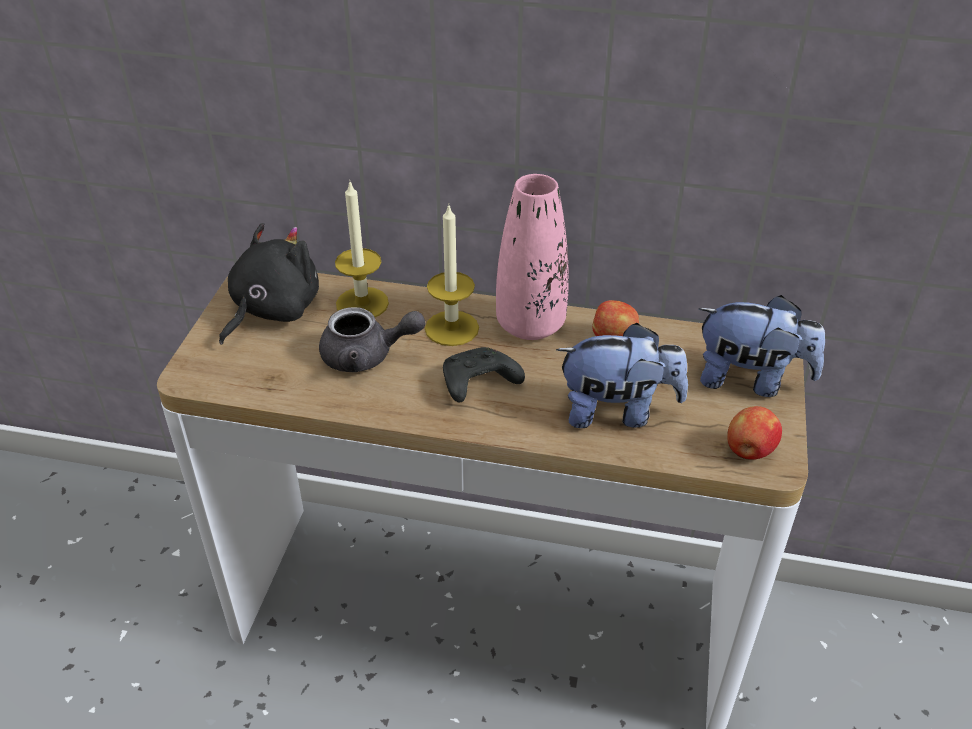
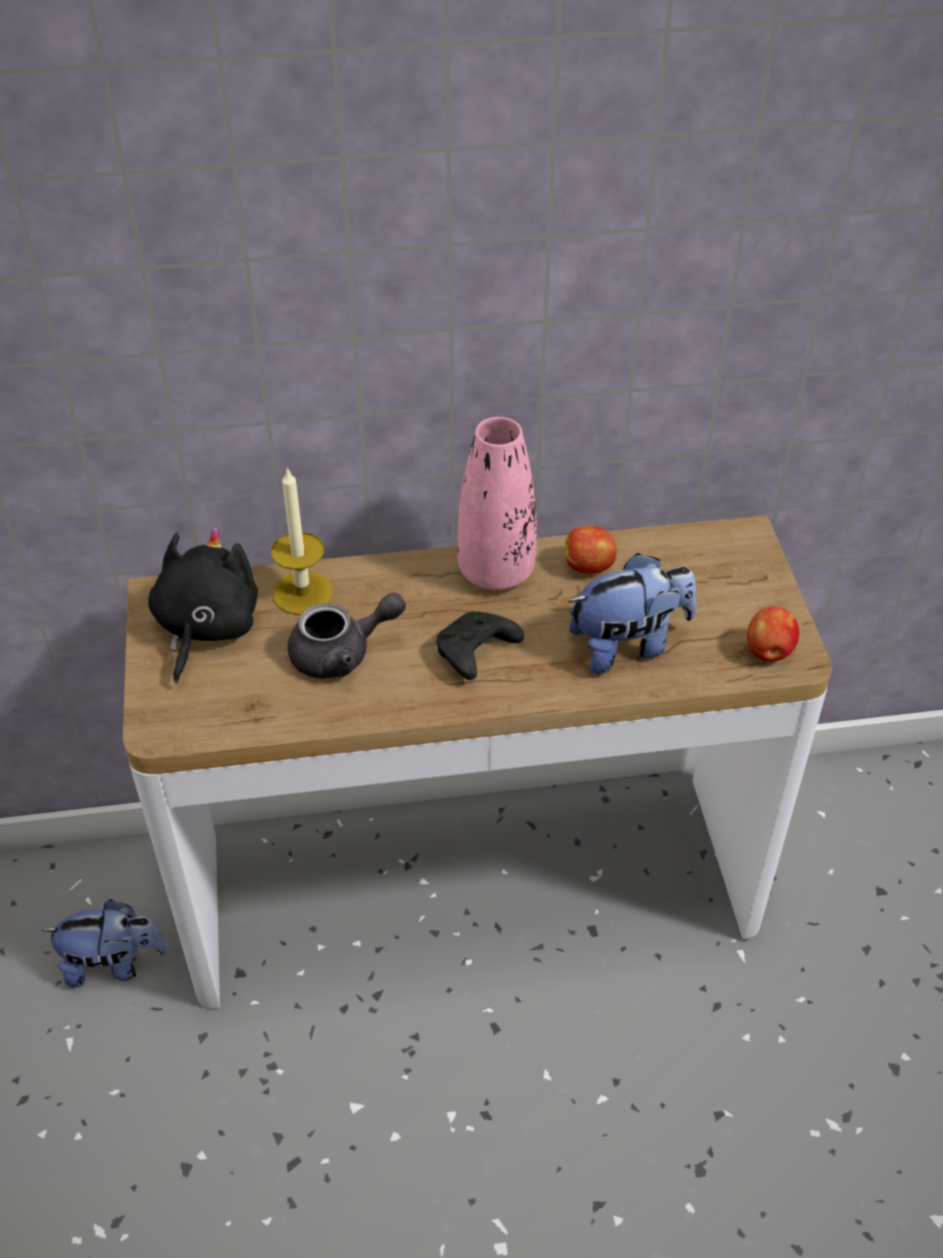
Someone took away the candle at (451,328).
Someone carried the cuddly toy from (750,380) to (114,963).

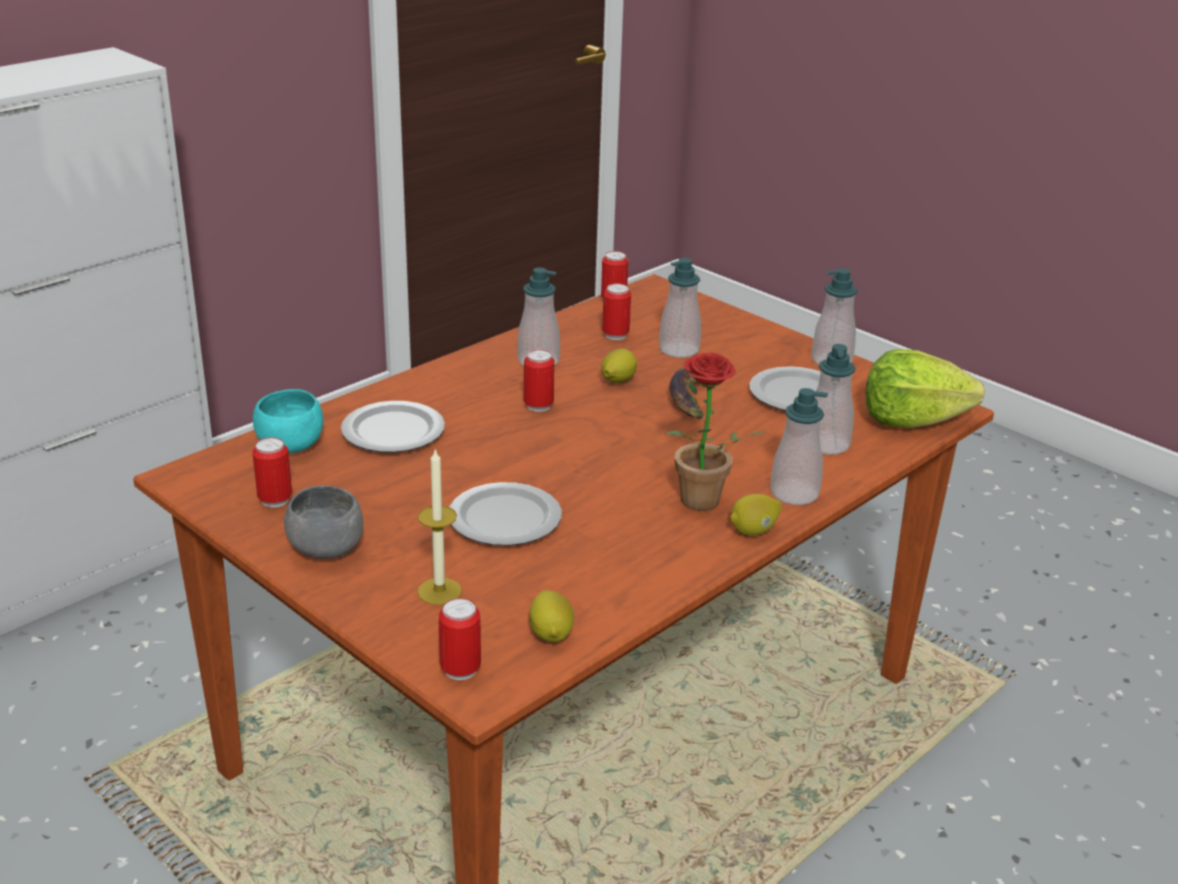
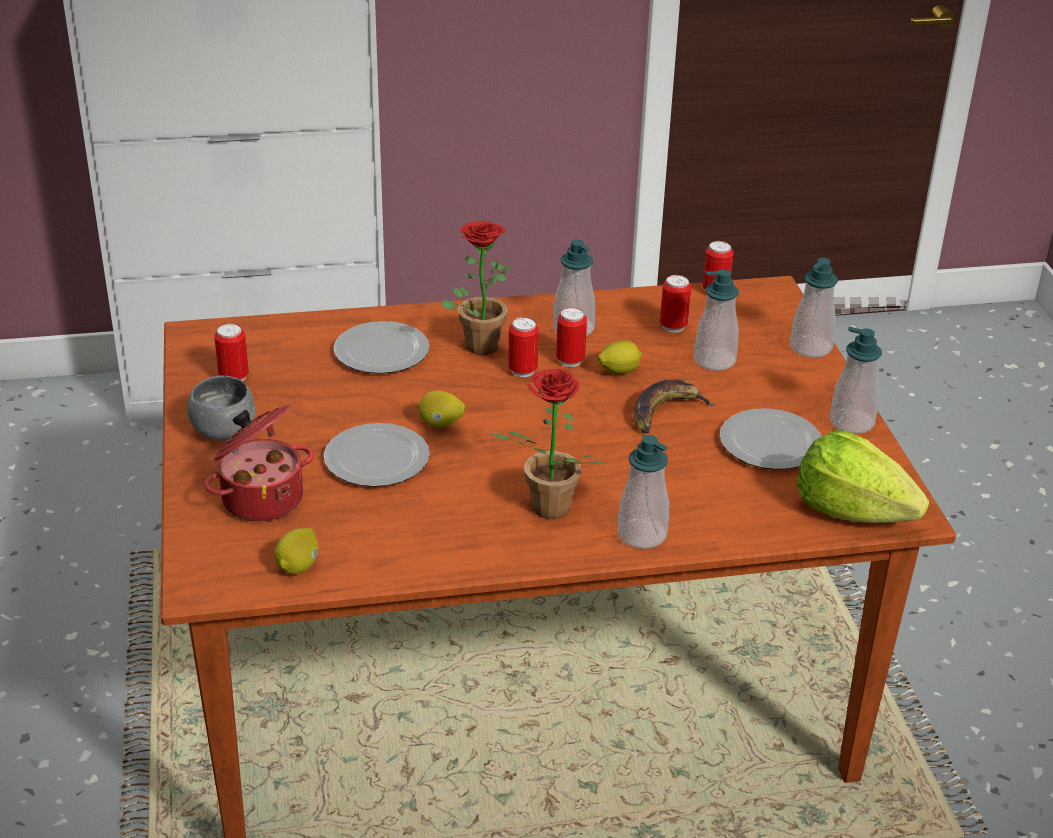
Someone took away the deep dish/turquoise-coloured at (290,445).
Someone put down the potted plant at (479,342).
Someone carried the metal can from (460,670) to (570,360).
Someone carried the lemon from (754,531) to (440,424).
Someone carried the soap dispenser from (826,444) to (810,348).
Someone swapped the candle at (439,591) for the saucepot at (261,498).

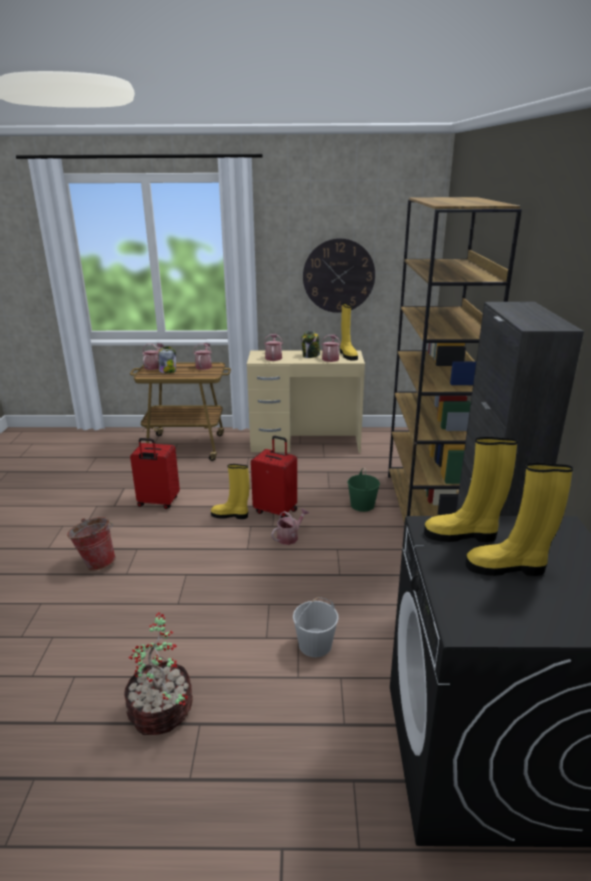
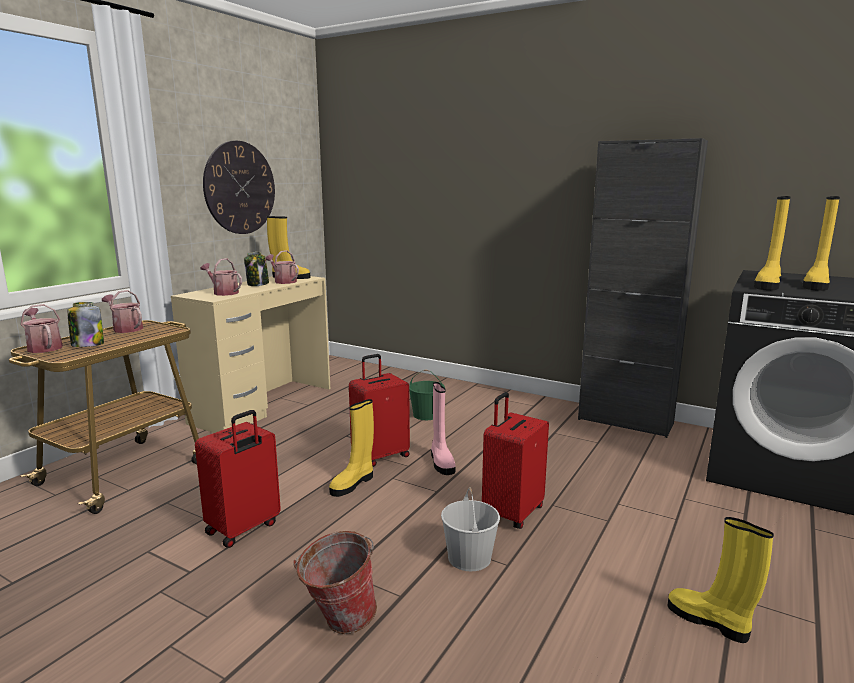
Someone took away the bookcase/brown-coloured at (426,505).
Someone put down the piece of luggage/red at (511,513).
Someone carried the pail/whitish from (315,644) to (469,557).
Someone swapped the potted plant at (162,712) for the high-top boot/yellow-coloured at (710,621).
Someone swapped the sprinkling can at (290,537) for the high-top boot/pink-coloured at (441,462).

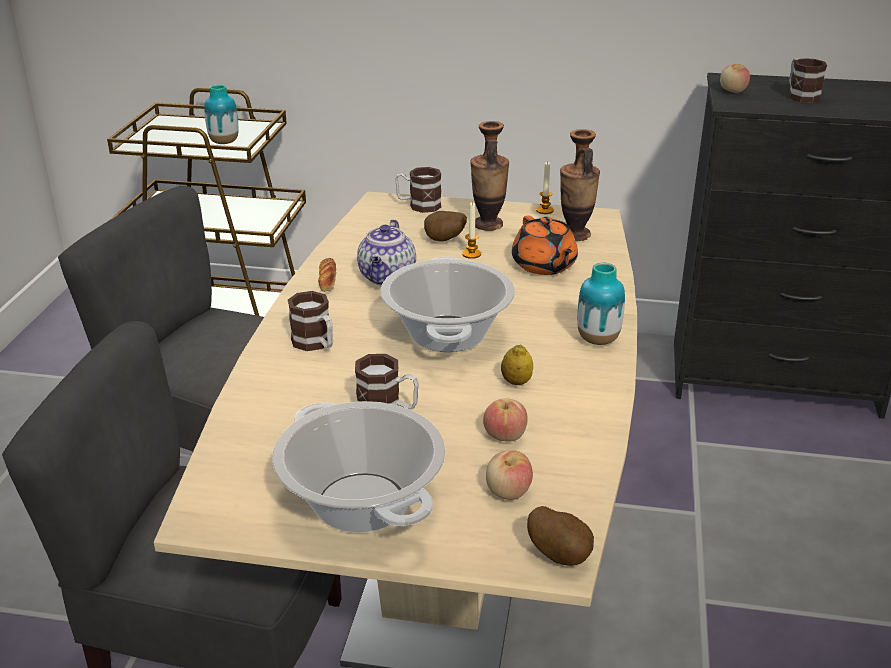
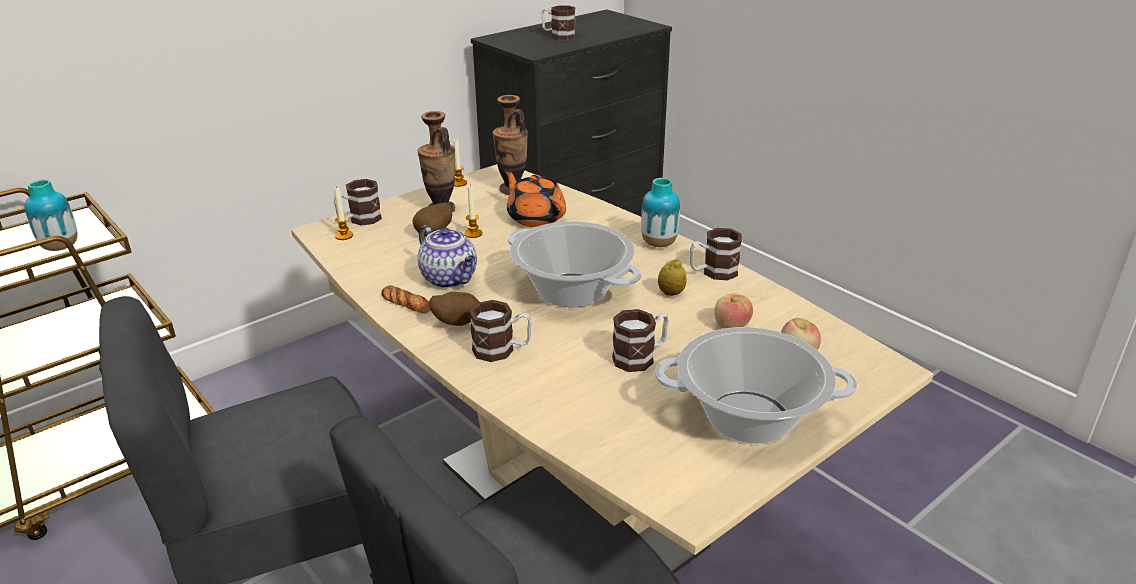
Someone took away the apple at (732,91).
Someone put down the candle at (344,236).
Someone put down the tea mug at (713,272).
Someone carried the whole potato from (560,555) to (456,323).
Someone rotated the tea pot/orange-coloured at (544,266) by 150 degrees counterclockwise.

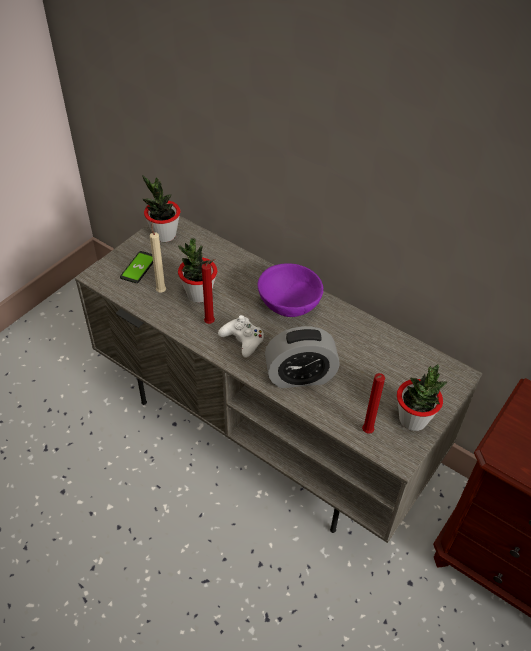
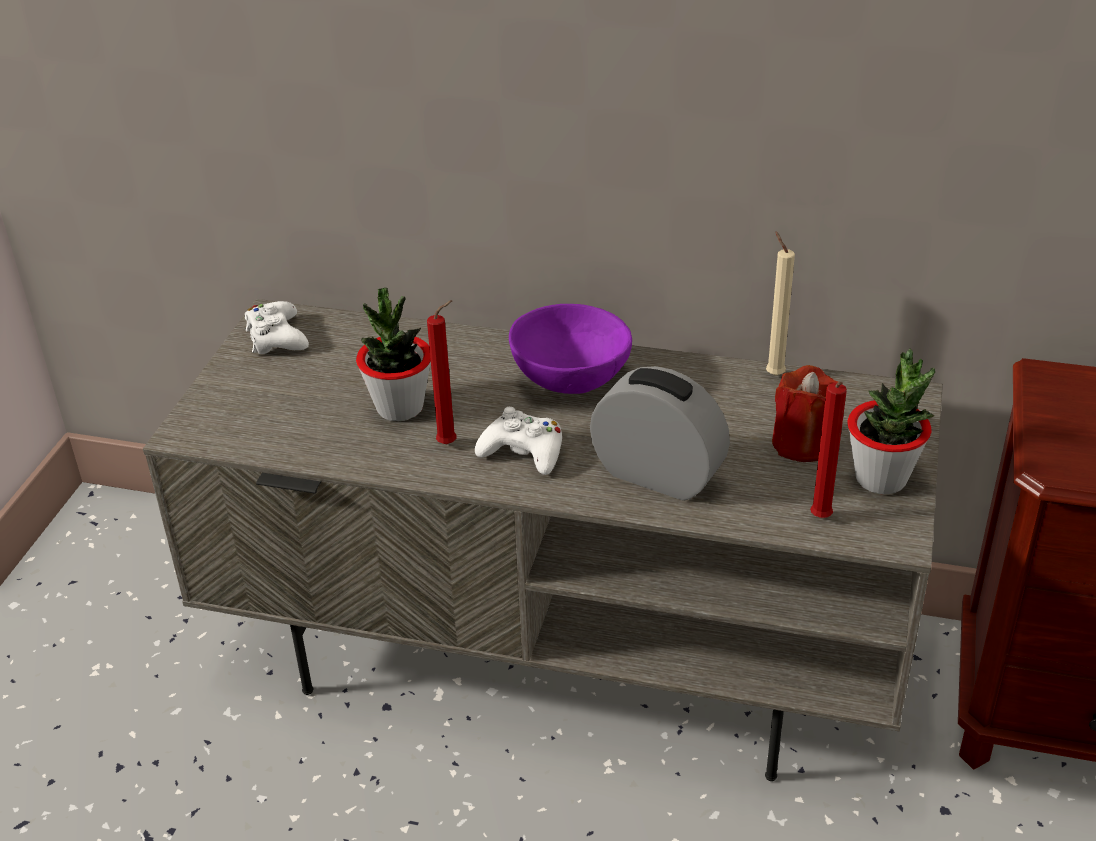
Someone took away the phone at (138,267).
Someone put down the candle/red at (802,444).
Someone carried the candle/beige from (161,290) to (773,374).
Someone swapped the potted plant at (164,235) for the joypad/whitish at (276,338).
Someone rotated the bedside clock at (300,376) by 120 degrees counterclockwise.

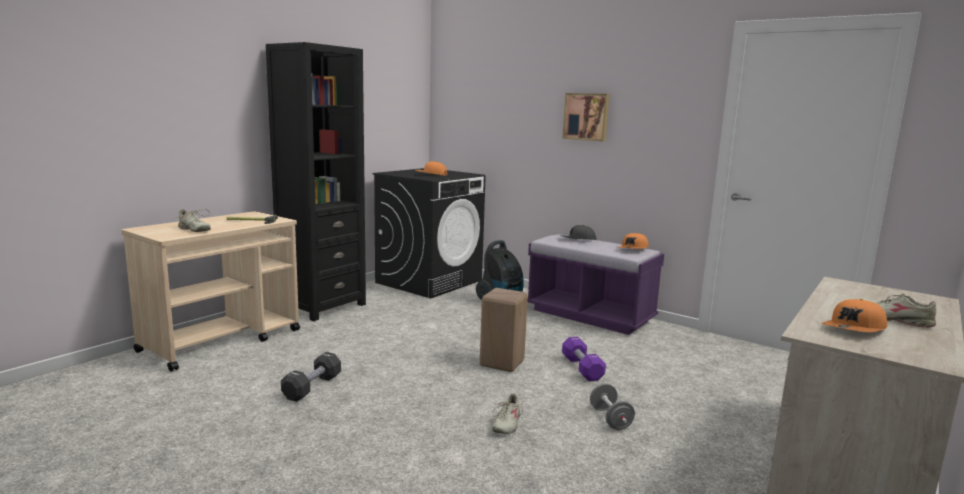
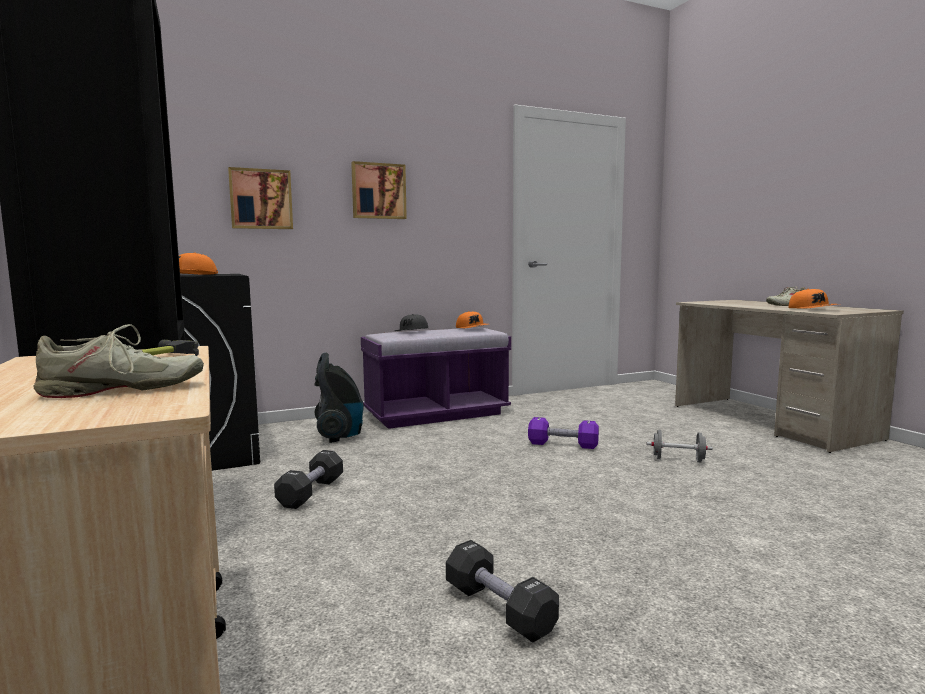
Someone took away the sitting stool/beige at (501,362).
Someone took away the shoe/beige at (506,424).
Someone put up the wall picture at (261,199).
Someone put down the dumbbell/black at (311,492).

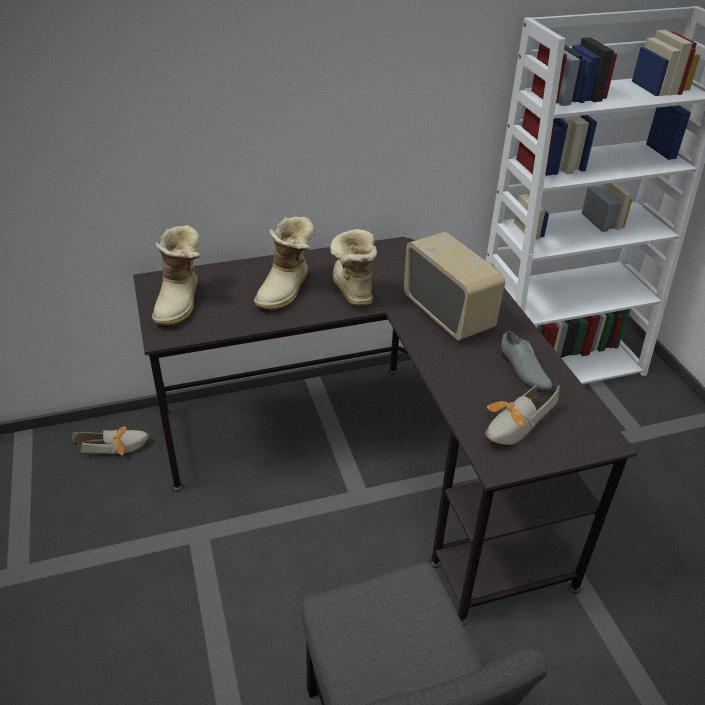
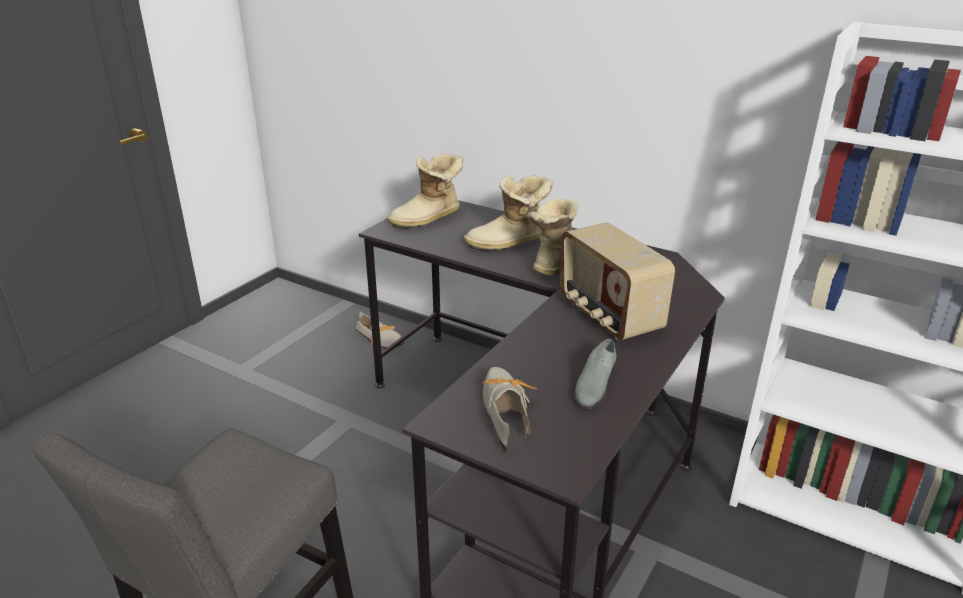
Someone rotated the radio receiver at (448,314) by 135 degrees clockwise.
Someone rotated the shoe at (514,426) by 75 degrees clockwise.

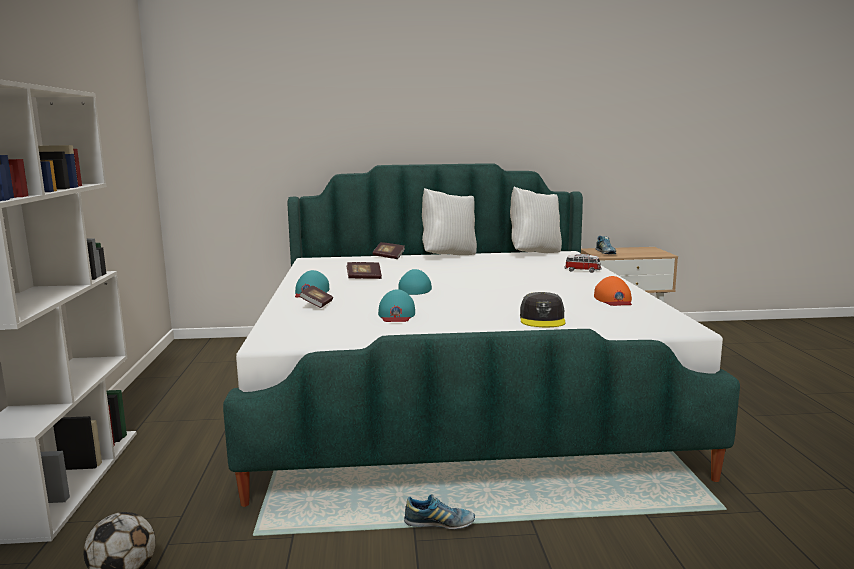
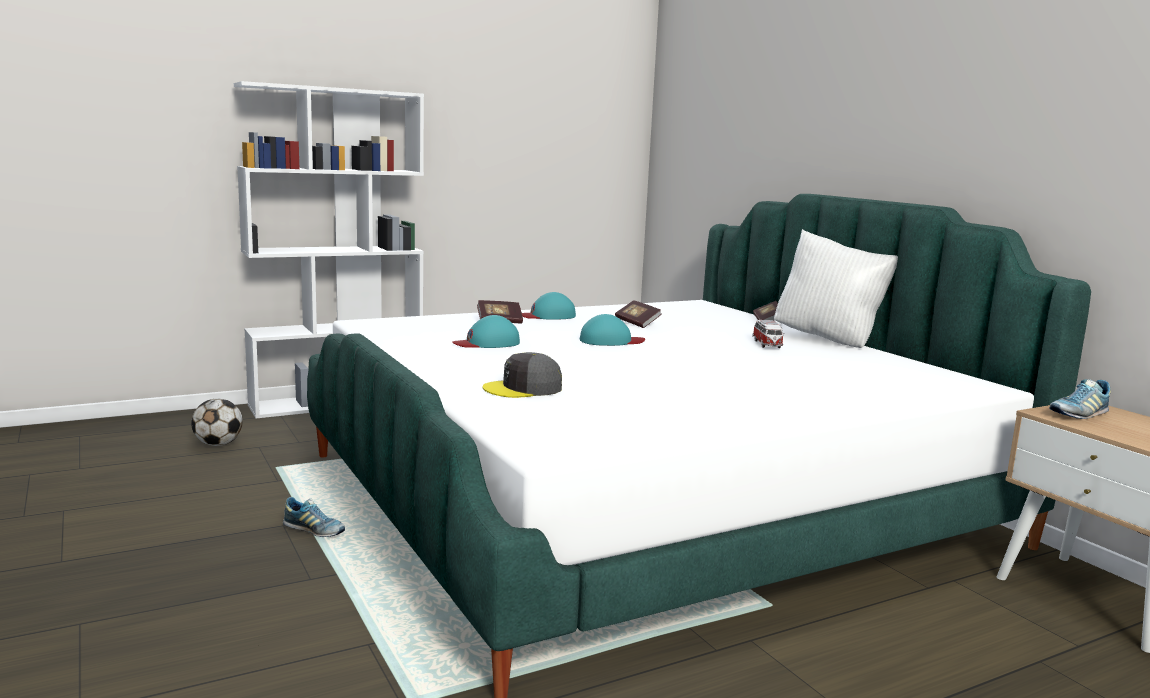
Someone took away the throw pillow/whitish at (534,253).
Someone took away the cap/orange-coloured at (613,299).
Someone carried the toy car from (583,271) to (767,344).
Someone rotated the shoe at (439,524) by 45 degrees counterclockwise.

